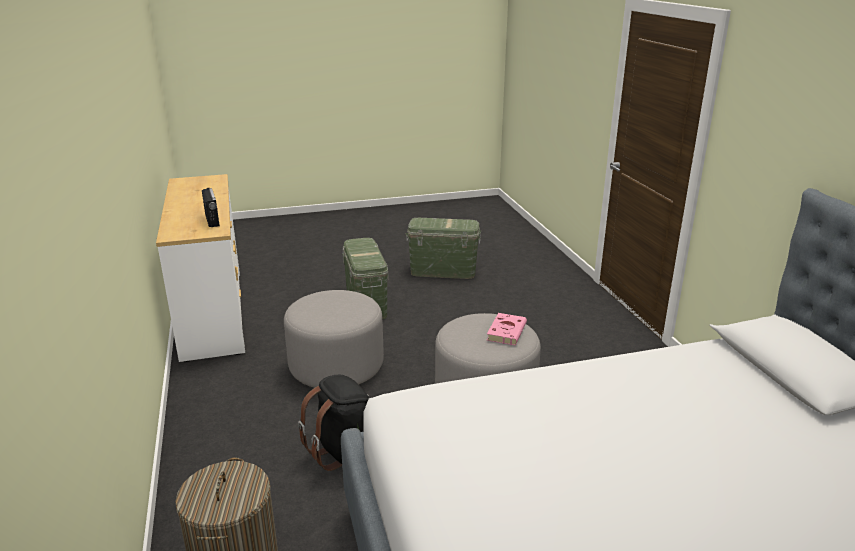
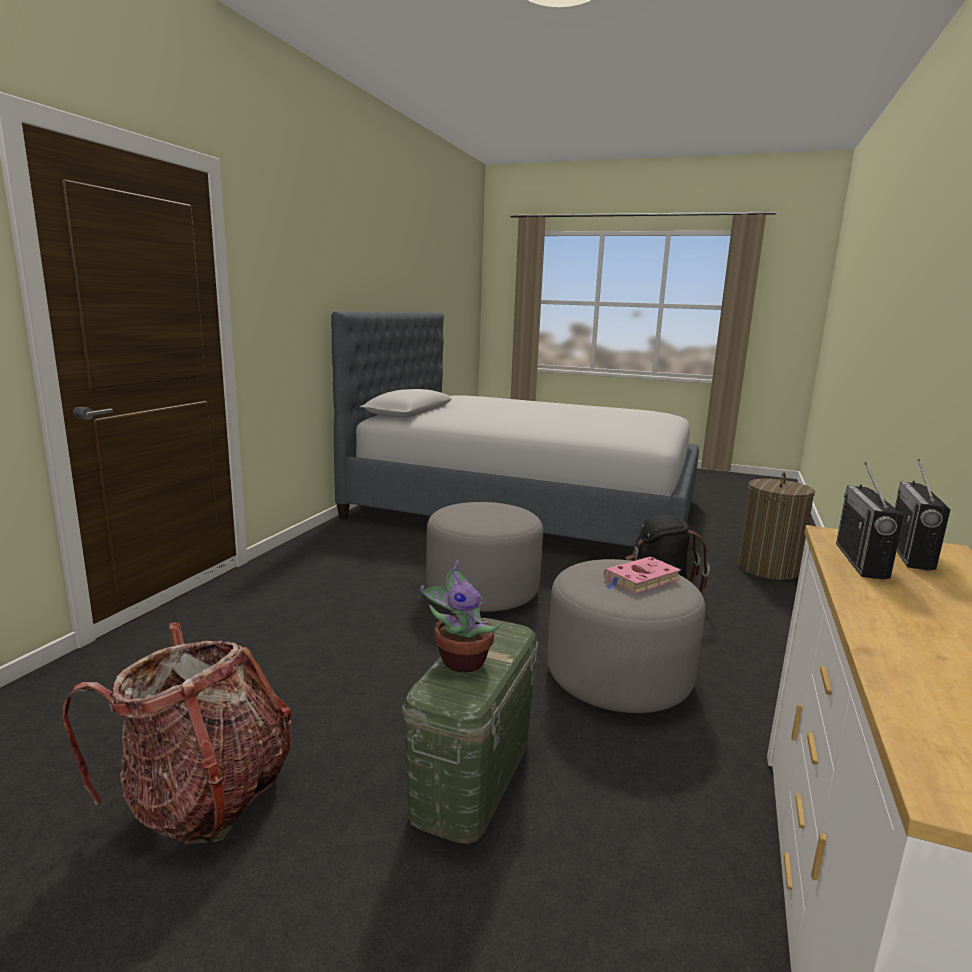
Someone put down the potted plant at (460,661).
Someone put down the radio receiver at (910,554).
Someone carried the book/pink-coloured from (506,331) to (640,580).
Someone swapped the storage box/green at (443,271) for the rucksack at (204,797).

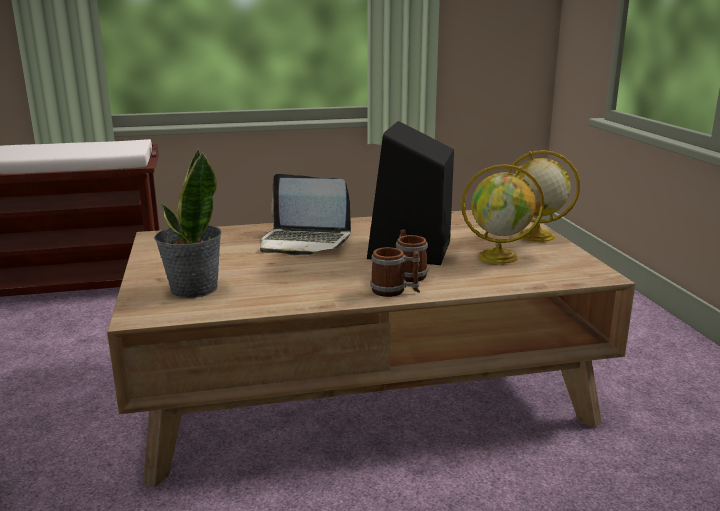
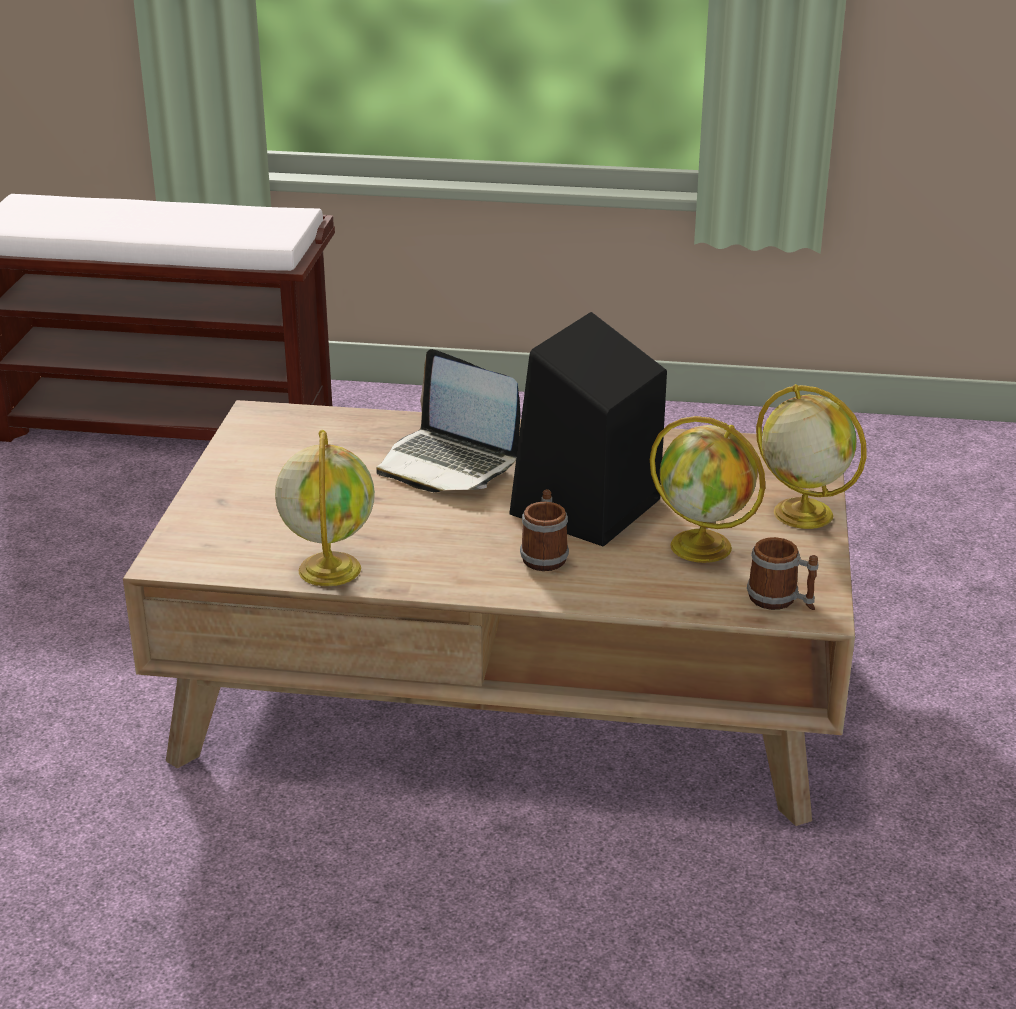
Someone took away the potted plant at (193,289).
Someone put down the globe at (329,568).
Someone carried the tea mug from (395,291) to (781,601).

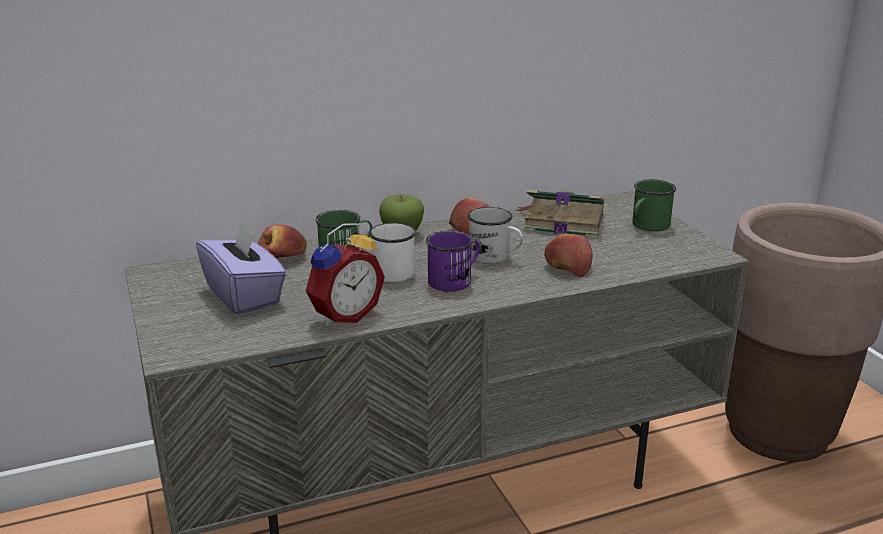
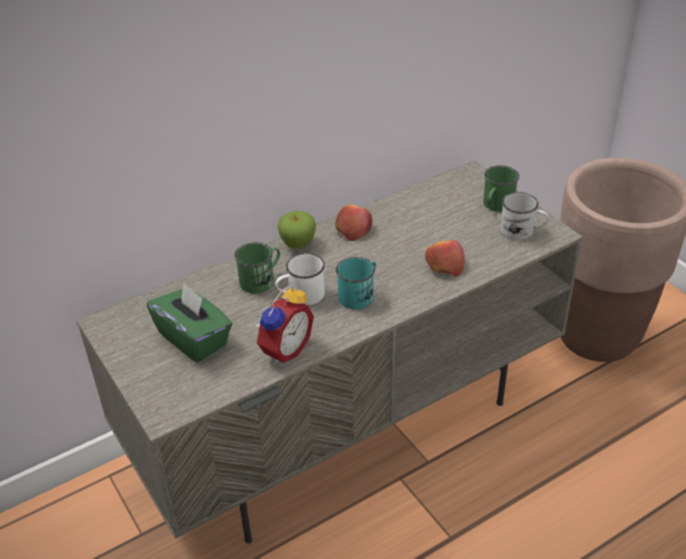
Someone took away the apple at (282,257).
Someone took away the book at (561,222).
Someone carried the tea mug/whitish from (495,257) to (522,232).
Someone repainted the box of tissues/purple at (244,295), which became the box of tissues/green at (194,339).
Someone repainted the tea mug/purple at (455,280), which became the tea mug/turquoise-coloured at (359,295).

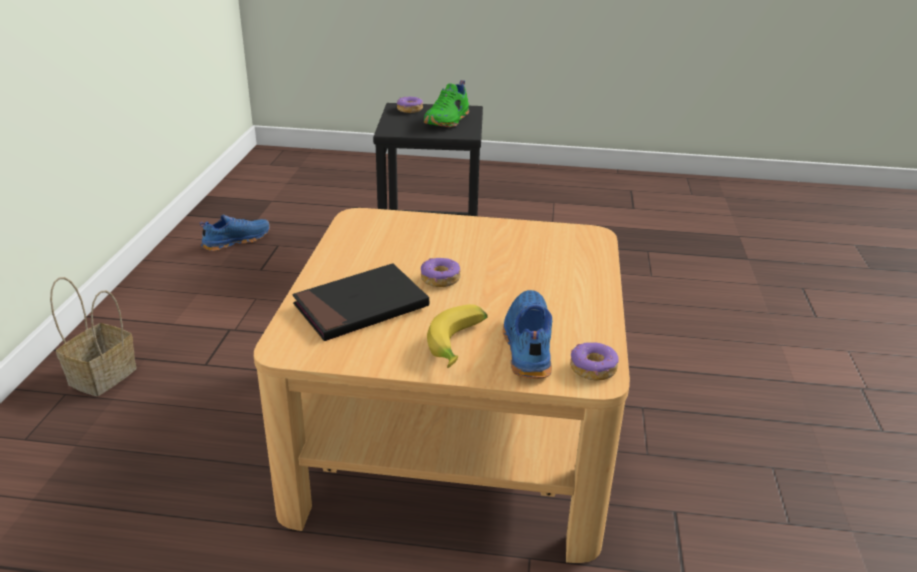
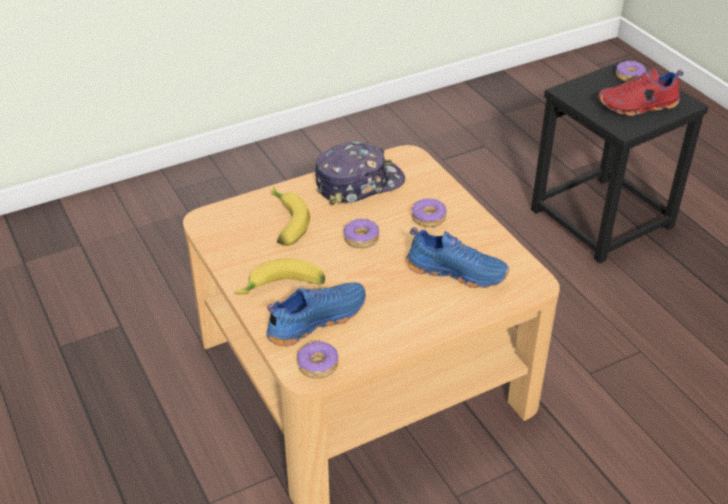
Someone took away the household basket at (103,375).
Someone put down the cap at (358,183).
Someone put down the doughnut at (428,218).
Someone carried the shoe/blue-coloured from (236,241) to (457,271).
Someone swapped the book/black at (361,307) for the banana at (284,223).
Someone repainted the shoe/green at (448,121), which became the shoe/red at (638,106).

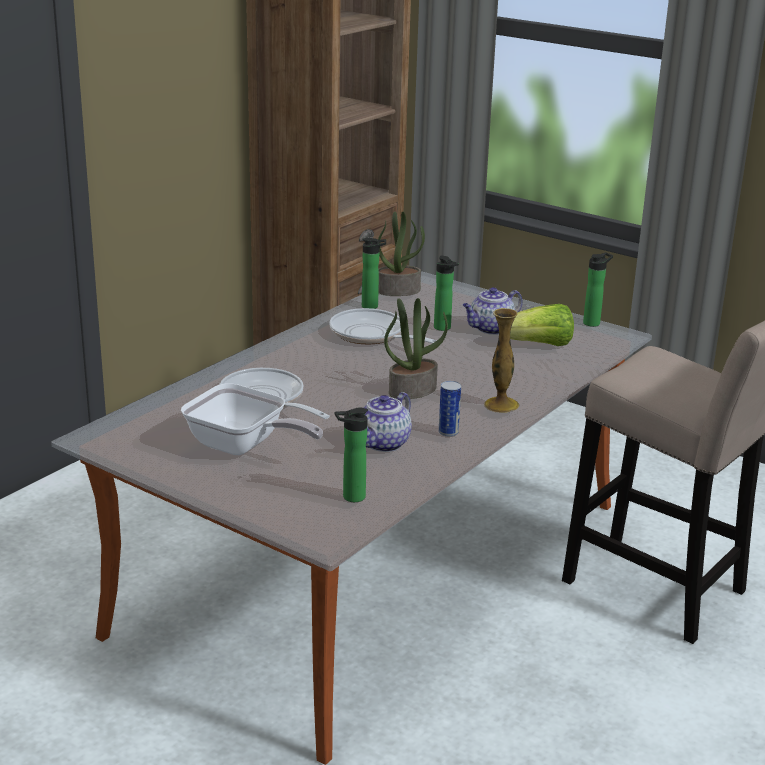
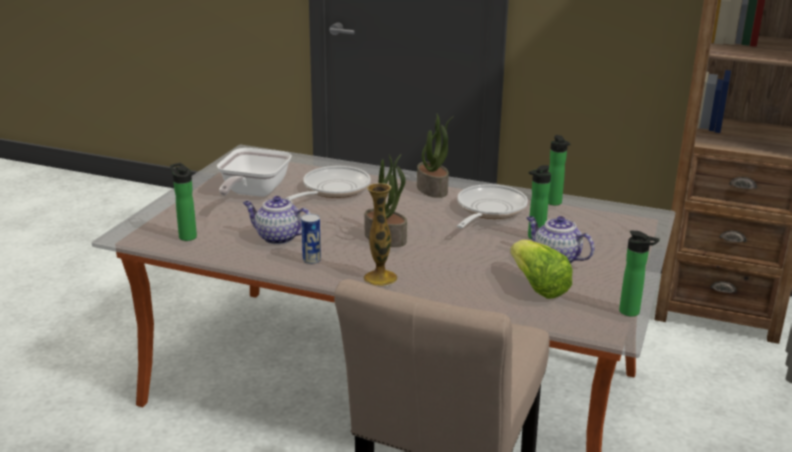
Someone carried the potted plant from (398,290) to (433,189).

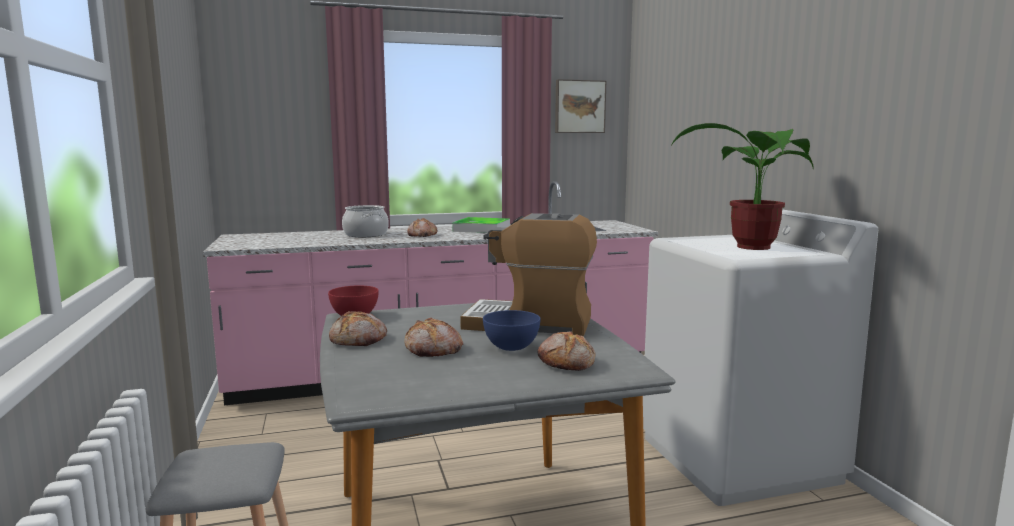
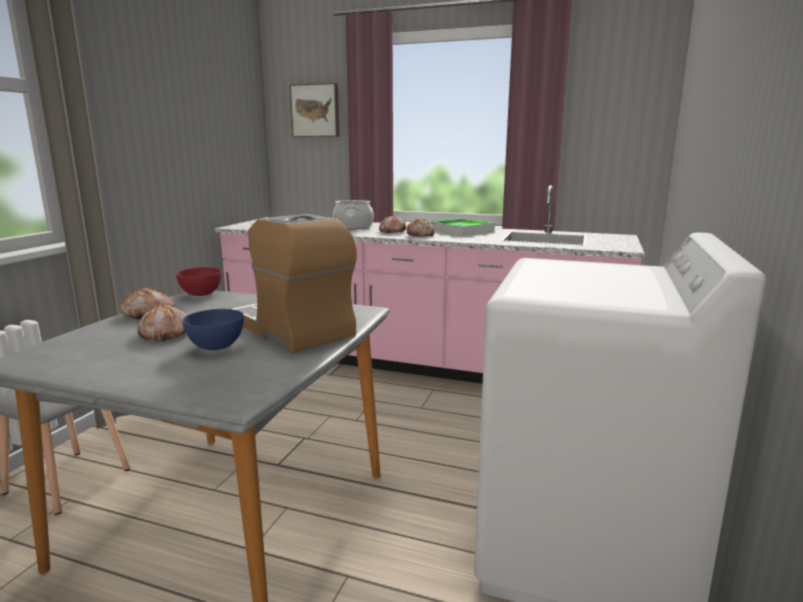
Someone took away the potted plant at (746,247).
Someone carried the baked bread from (567,362) to (420,235).
Someone carried the wall picture from (579,106) to (316,110).

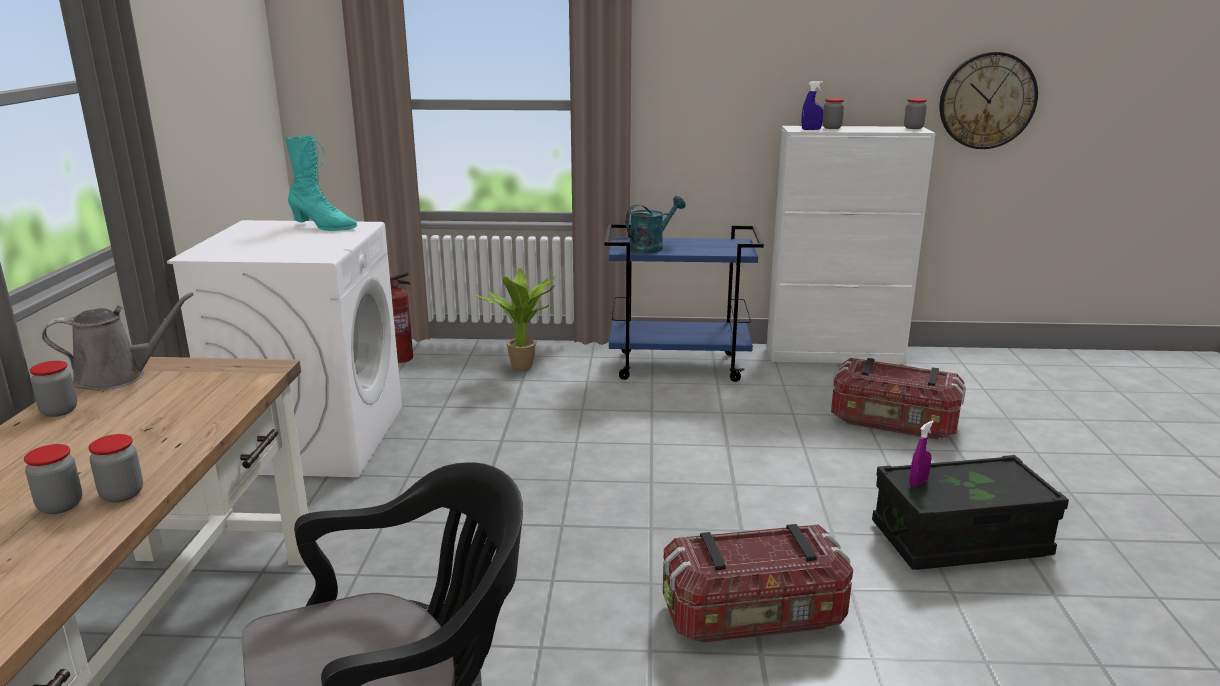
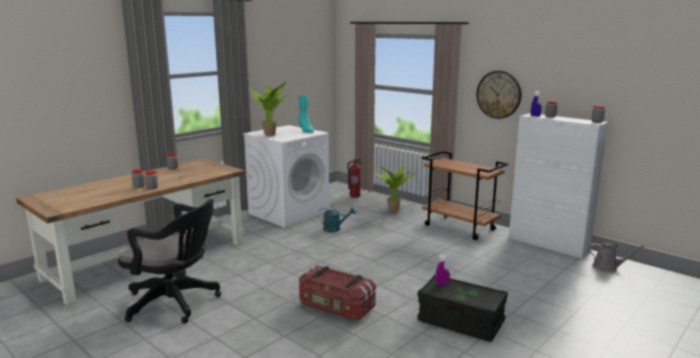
Someone took away the storage box at (893,423).
Someone put down the potted plant at (271,134).
Someone carried the sprinkling can/greyish from (117,377) to (607,267).
Someone carried the sprinkling can/turquoise-coloured from (651,247) to (335,229).
Someone carried the hanging clock from (987,101) to (498,94).
Someone repainted the cart/blue-coloured at (679,366), which became the cart/brown-coloured at (460,227).

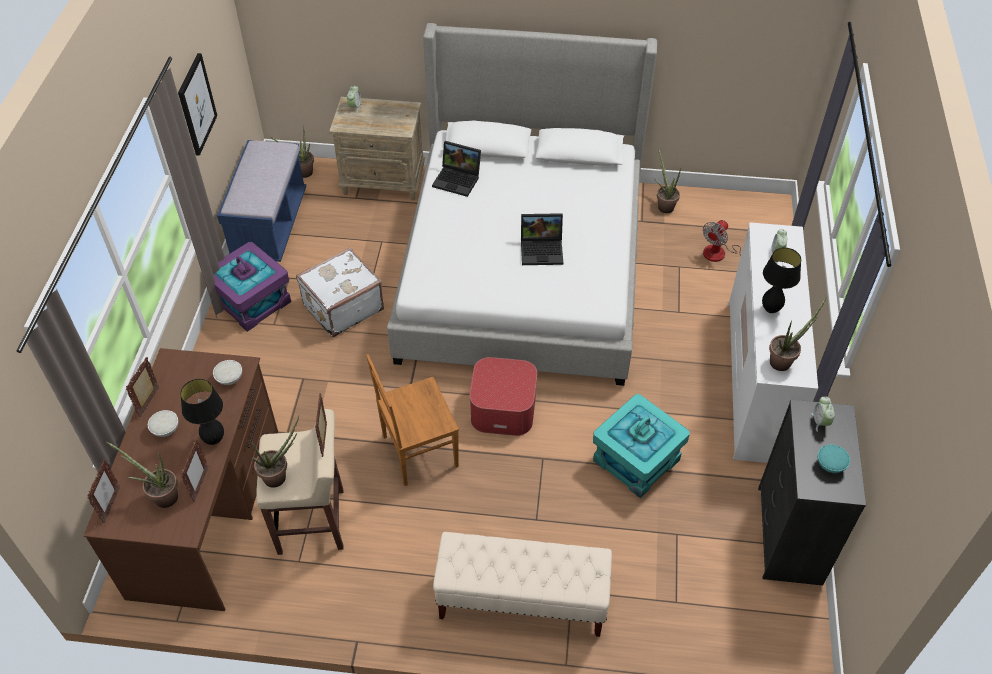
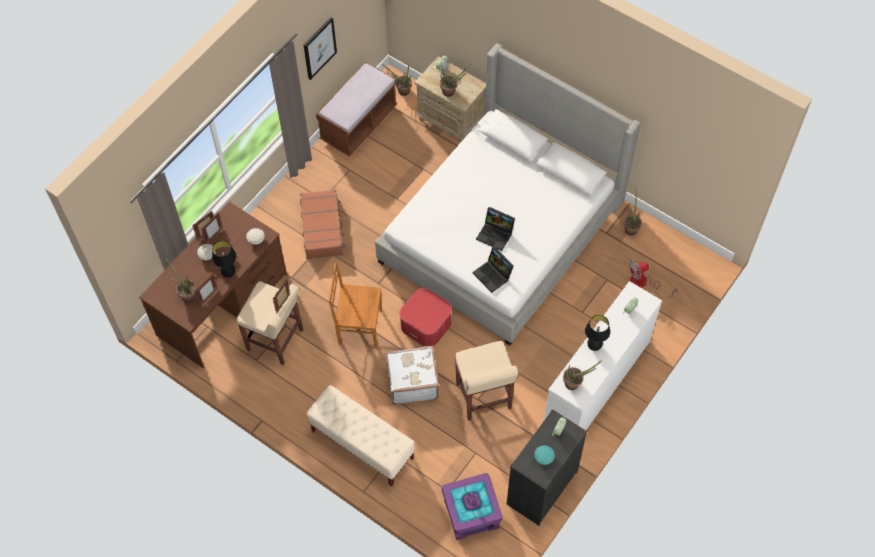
Someone put down the piece of luggage/brown-coloured at (322,228).
Someone carried the standing frame from (111,505) to (214,236).
Someone carried the storage box/purple from (252,302) to (471,513).
Someone carried the potted plant from (279,476) to (451,92).
Someone carried the piece of luggage/whitish from (342,307) to (412,382).
Someone carried the notebook computer from (458,180) to (493,275).
Someone swapped the storage box/turquoise-coloured at (636,461) for the sitting stool/beige at (483,397).
Someone repainted the indoor bench/blue-coloured at (269,226), which became the indoor bench/brown-coloured at (358,124).

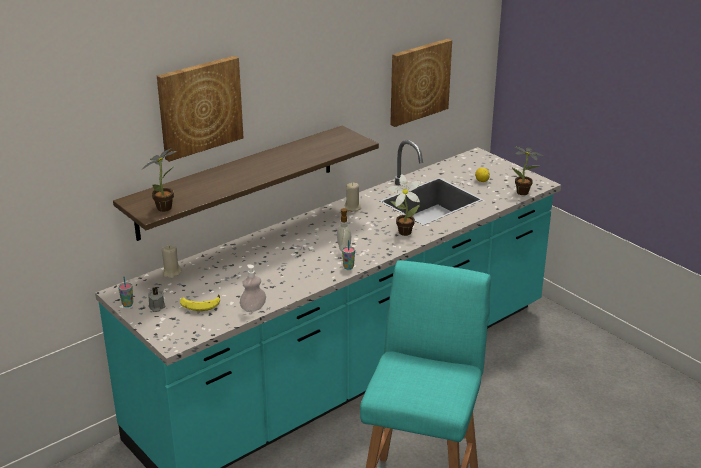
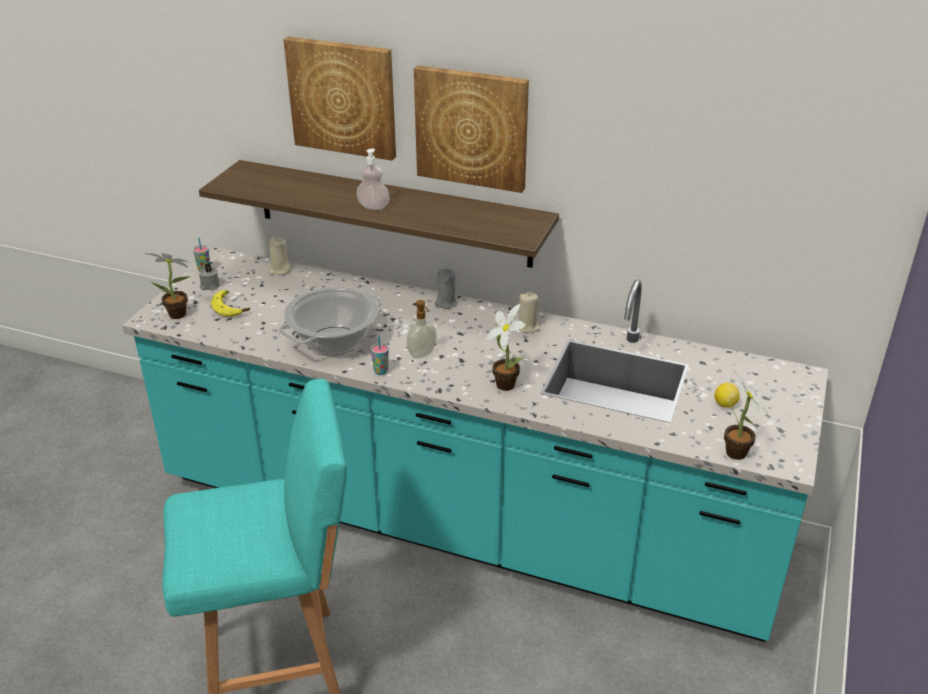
Someone put down the saucepot at (334,341).
Someone put down the candle/greyish at (446,303).
Someone carried the potted plant from (167,207) to (180,315).
Someone carried the soap dispenser from (253,308) to (373,206).
Someone carried the wall picture from (419,81) to (472,127).

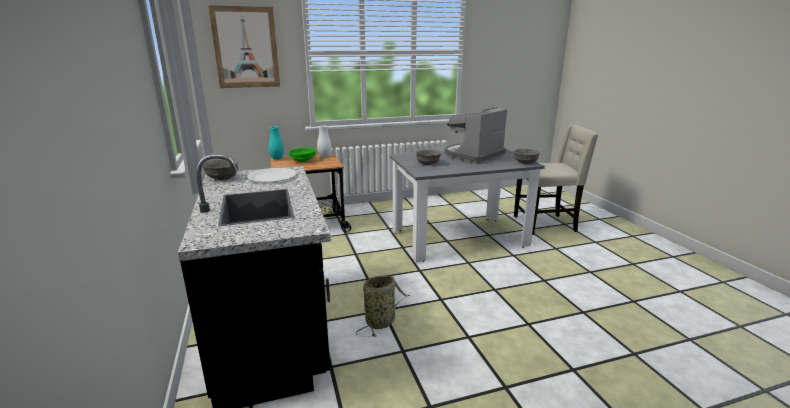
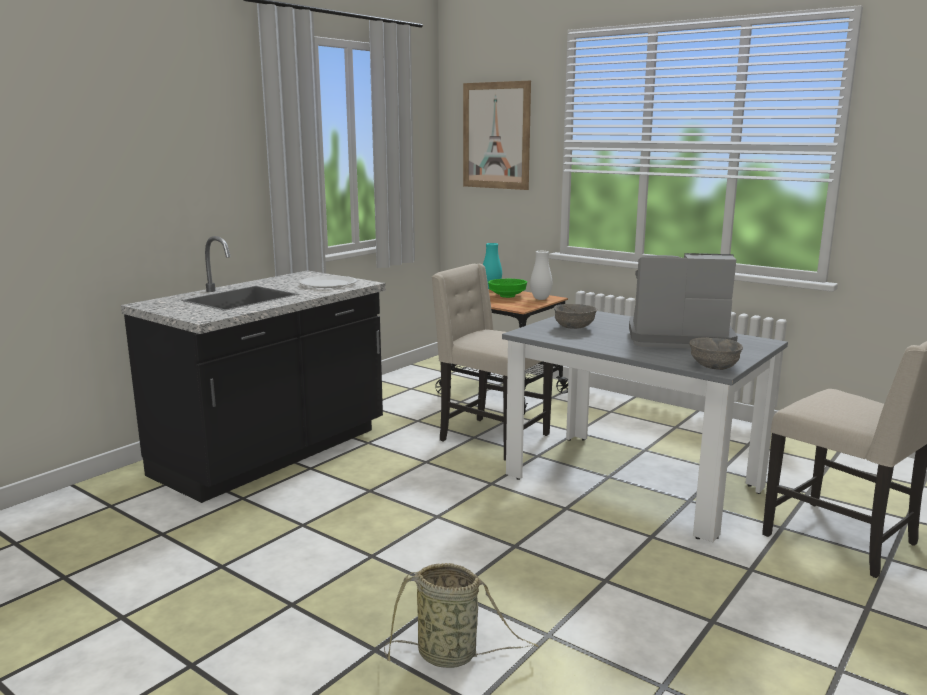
Someone took away the deep dish/greyish at (222,178).
Someone put down the upright chair/beige at (491,438).
Someone carried the household basket from (381,321) to (451,655).

